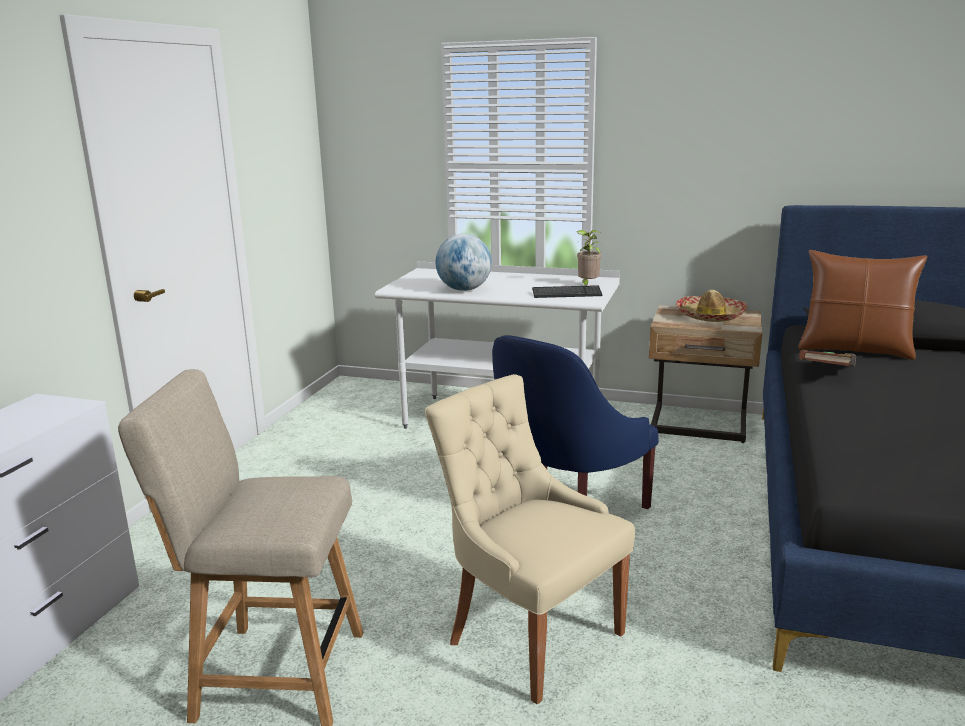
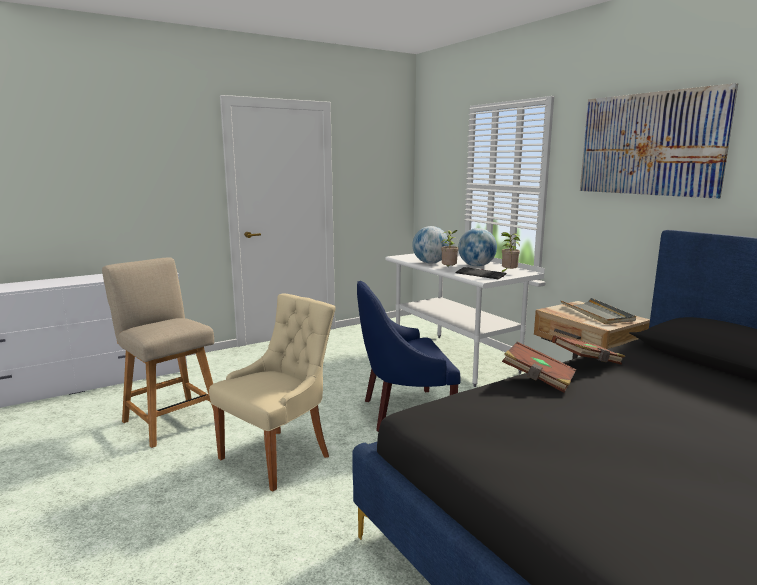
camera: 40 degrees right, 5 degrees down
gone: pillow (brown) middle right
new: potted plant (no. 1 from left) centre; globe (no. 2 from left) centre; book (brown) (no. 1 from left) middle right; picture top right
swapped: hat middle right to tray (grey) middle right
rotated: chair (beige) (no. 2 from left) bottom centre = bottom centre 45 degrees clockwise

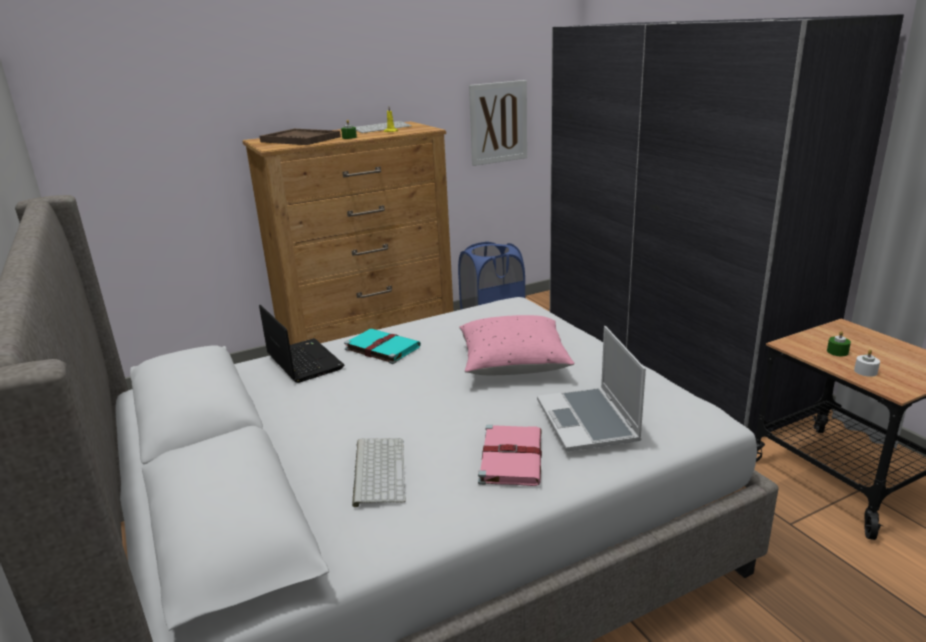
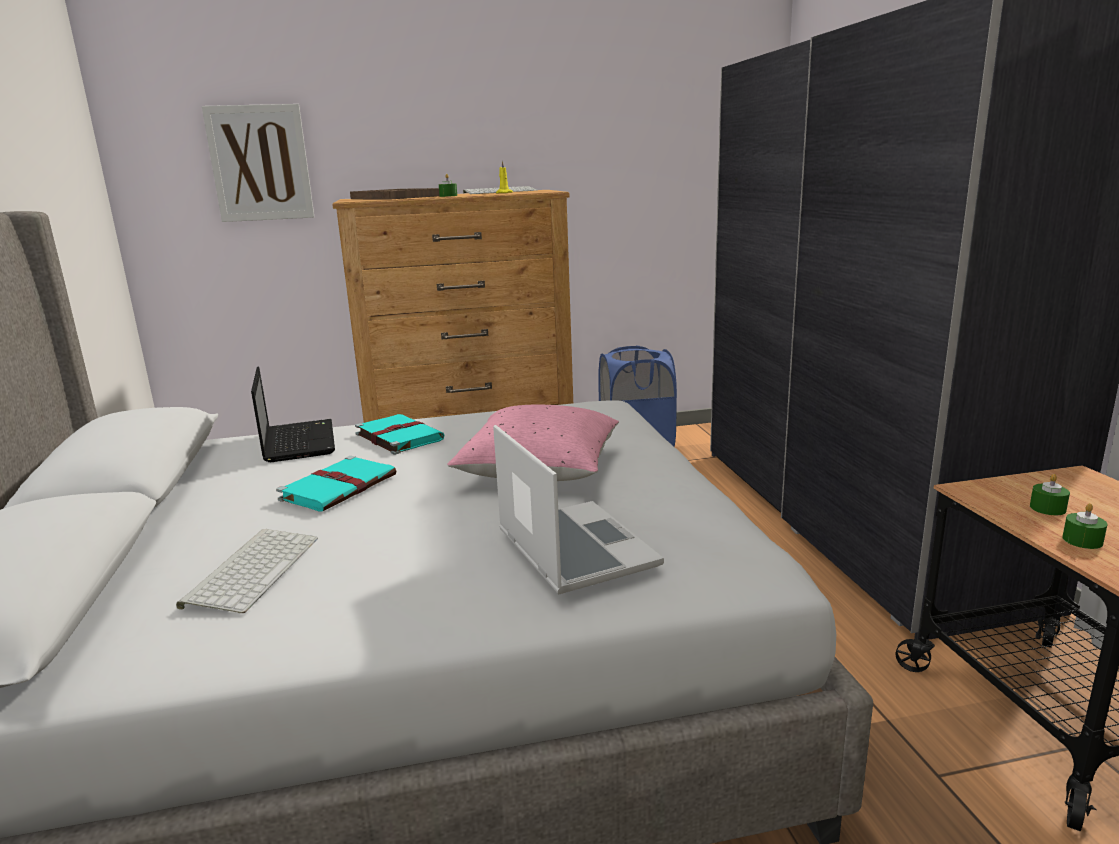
camera: 15 degrees right, 5 degrees down
gone: book (pink) bottom centre
new: book (turquoise) (no. 1 from left) middle left
shifted: picture top centre to top left
repainted: candle (white) middle right to candle (green) (no. 3 from left) middle right
rotated: laptop (no. 2 from left) centre = centre 150 degrees clockwise

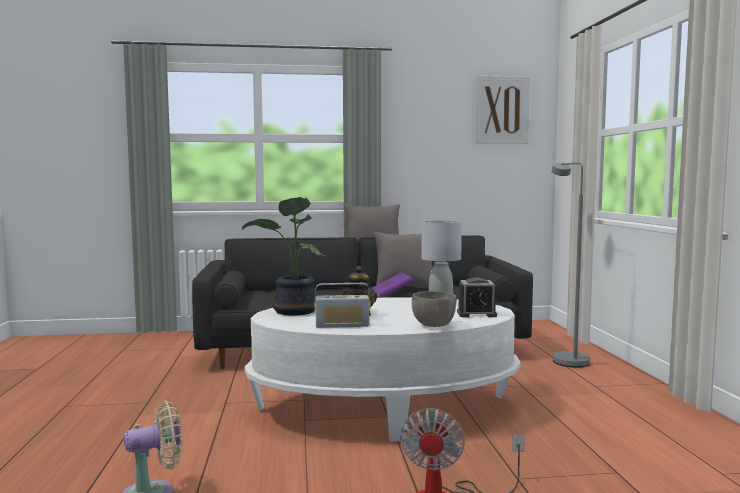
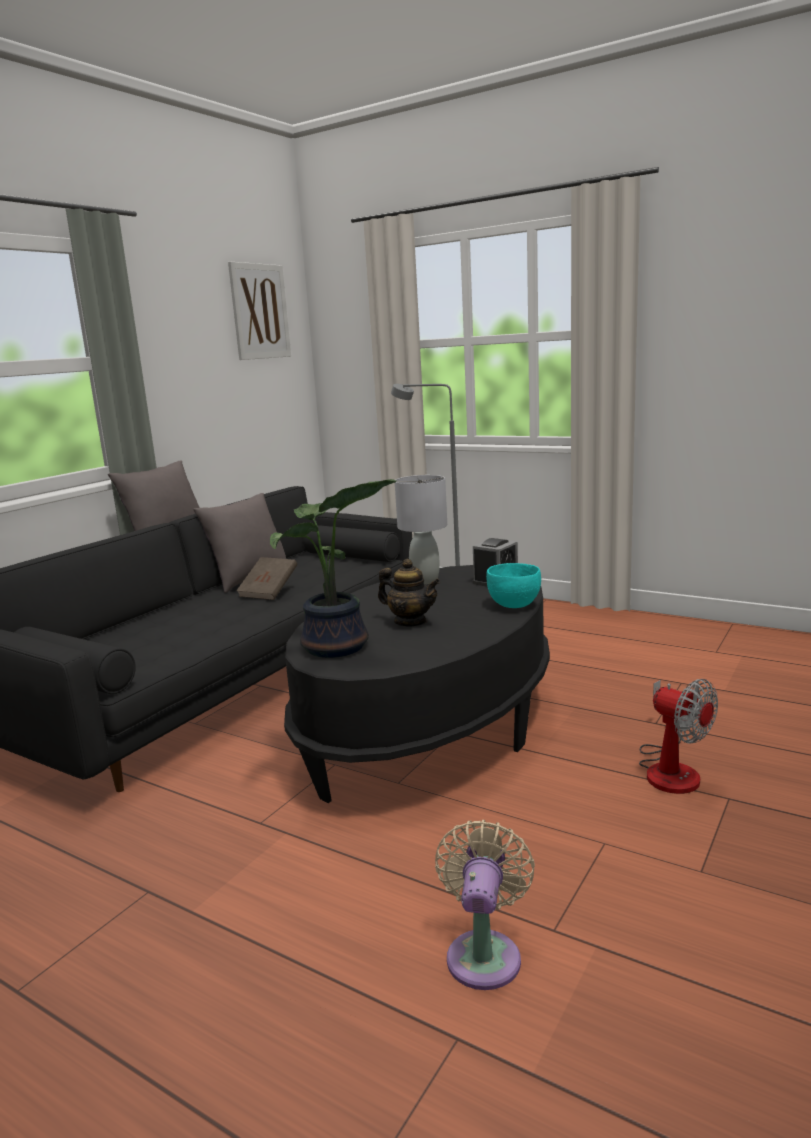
camera: 50 degrees left, 10 degrees up
gone: radio centre
repainted: coffee table (white) bottom centre to coffee table (black) centre; book (purple) centre to book (brown) middle left; bowl (grey) centre to bowl (turquoise) centre

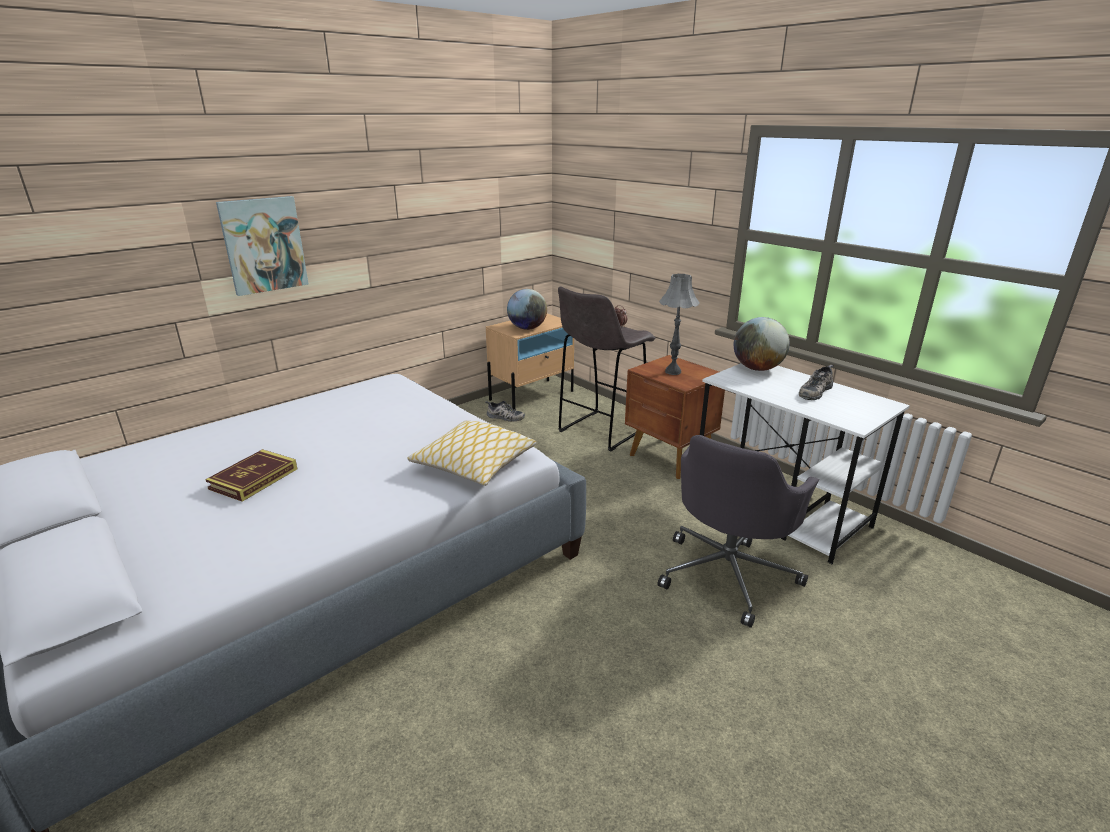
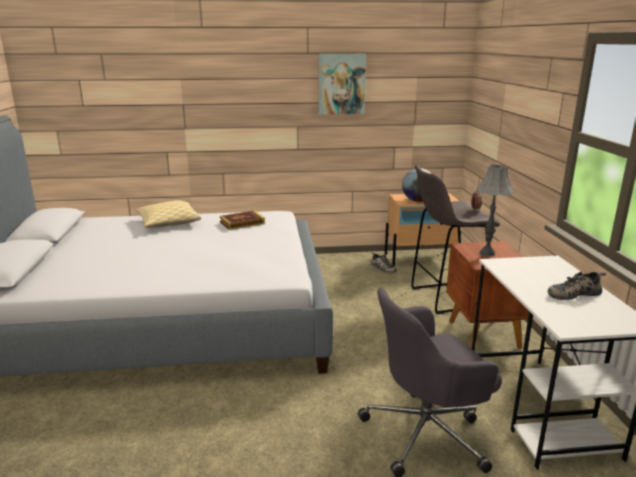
camera: 35 degrees right, 5 degrees down
gone: globe (no. 2 from left) middle right
shifted: book middle left to centre; picture top left to top centre; pillow centre to middle left

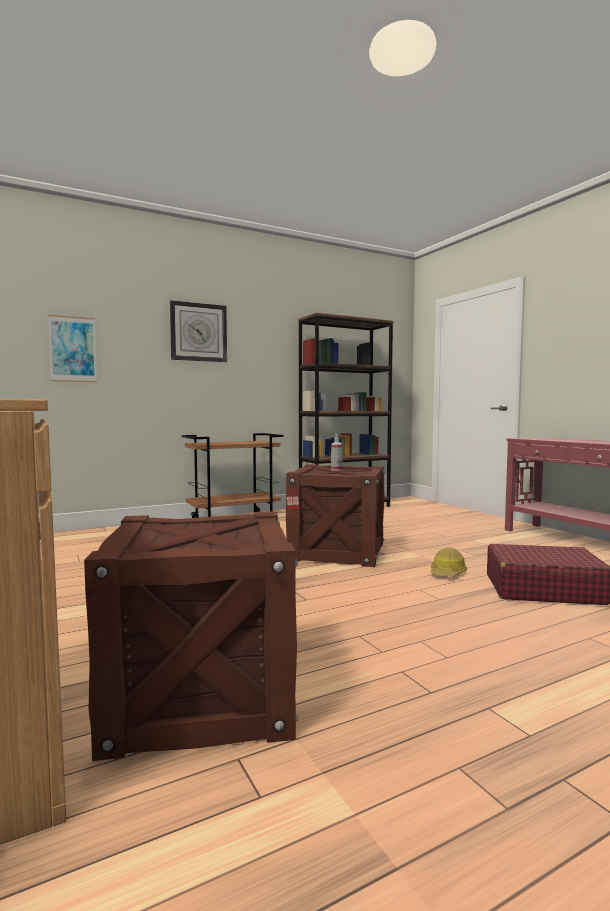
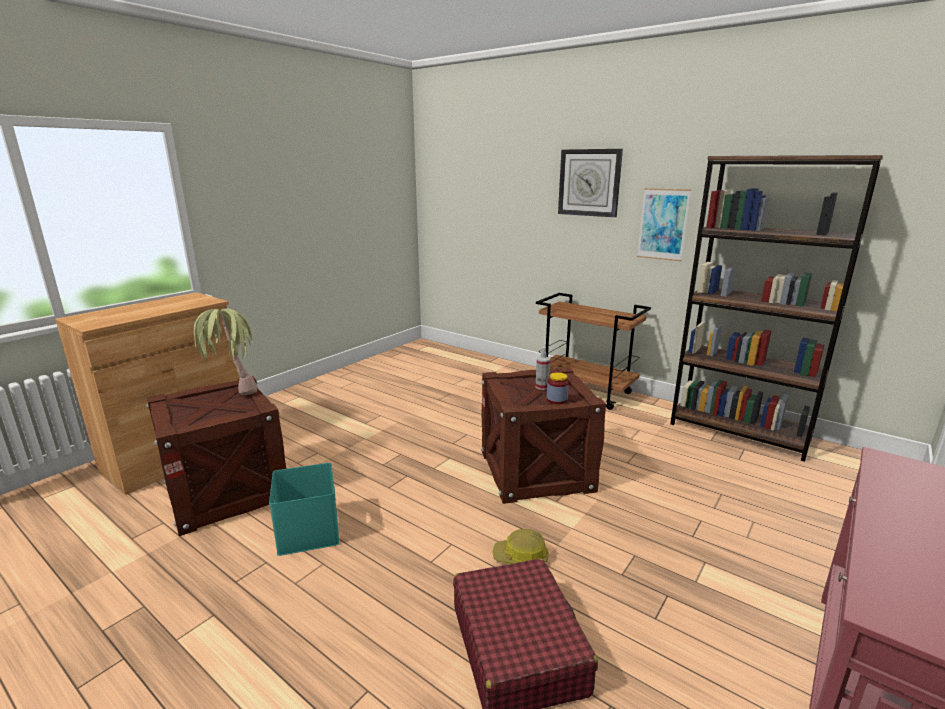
camera: 65 degrees right, 15 degrees up
new: potted plant middle left; storage box (turquoise) bottom left; jar centre
shifted: picture middle left to top right

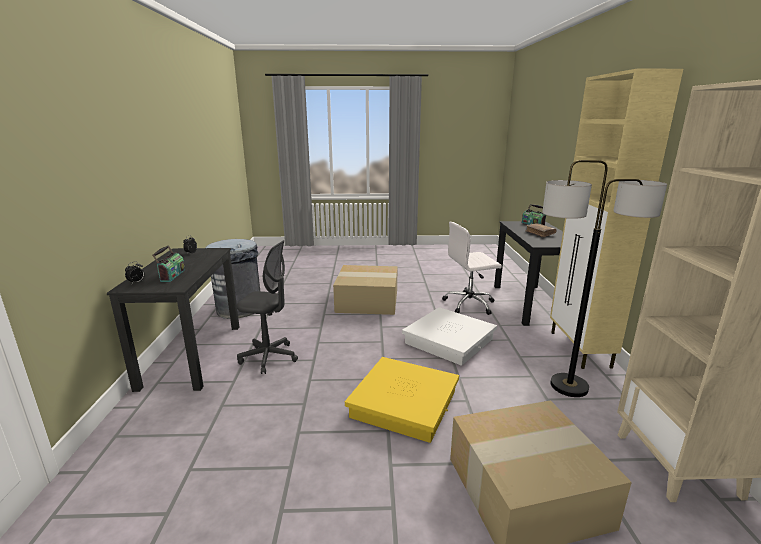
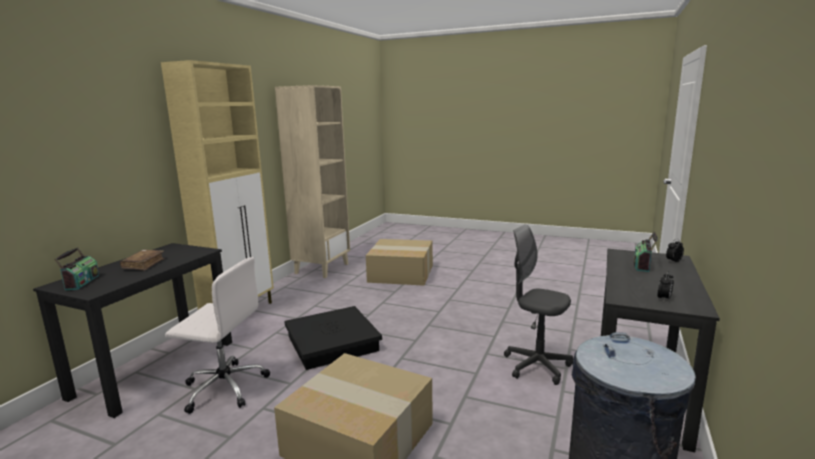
camera: 155 degrees left, 5 degrees down
gone: storage box (yellow) bottom centre; floor lamp middle right
repainted: storage box (white) centre to storage box (black) bottom centre

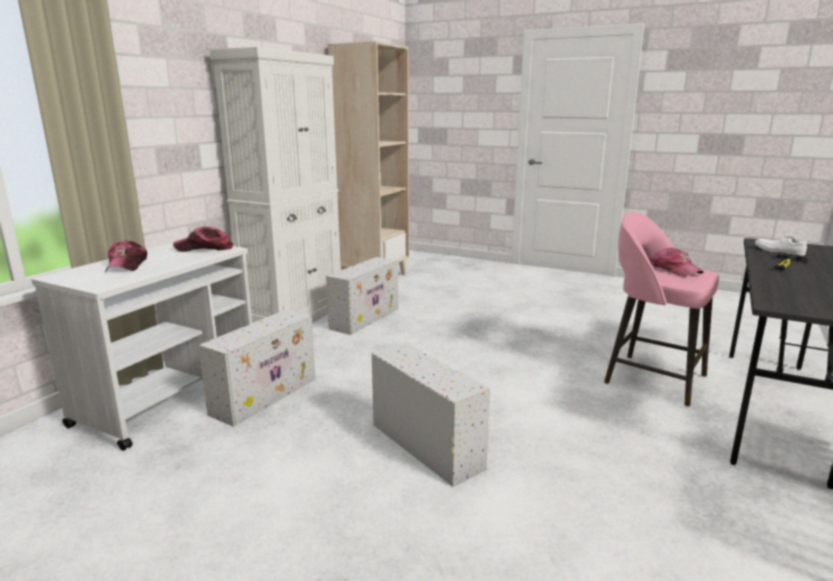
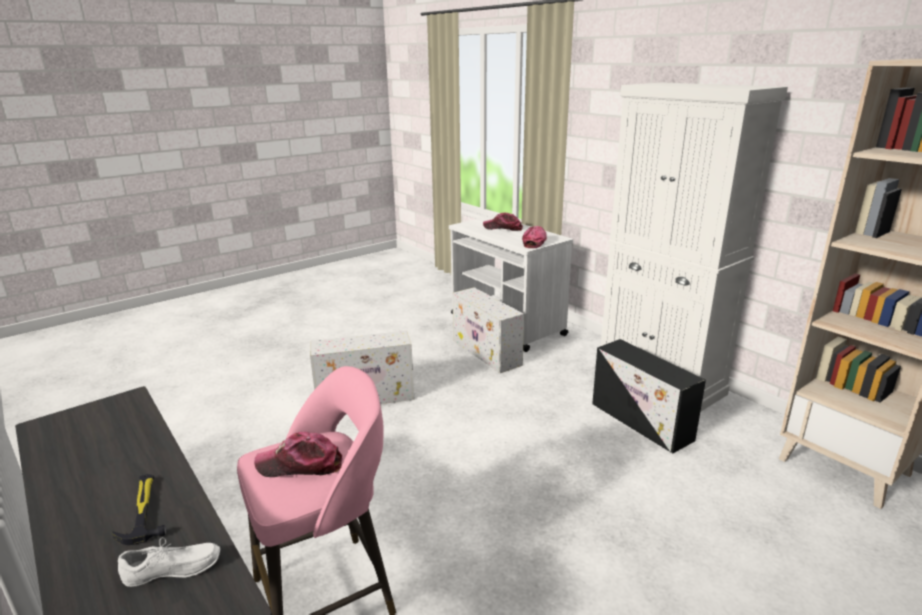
camera: 115 degrees right, 5 degrees up
repainted: storage box (white) (no. 2 from left) centre to storage box (black) middle right

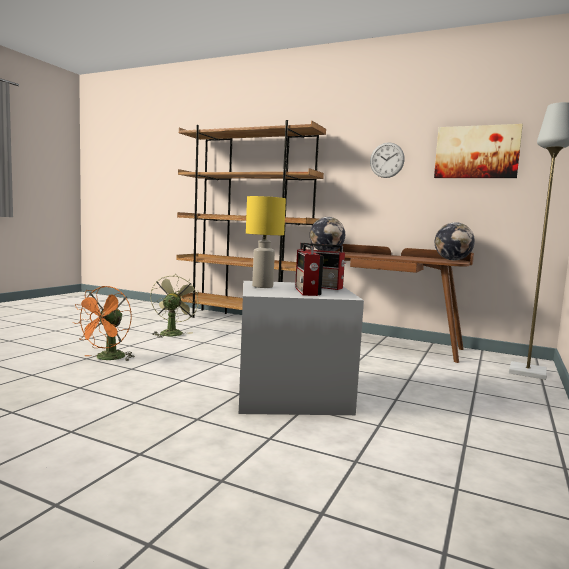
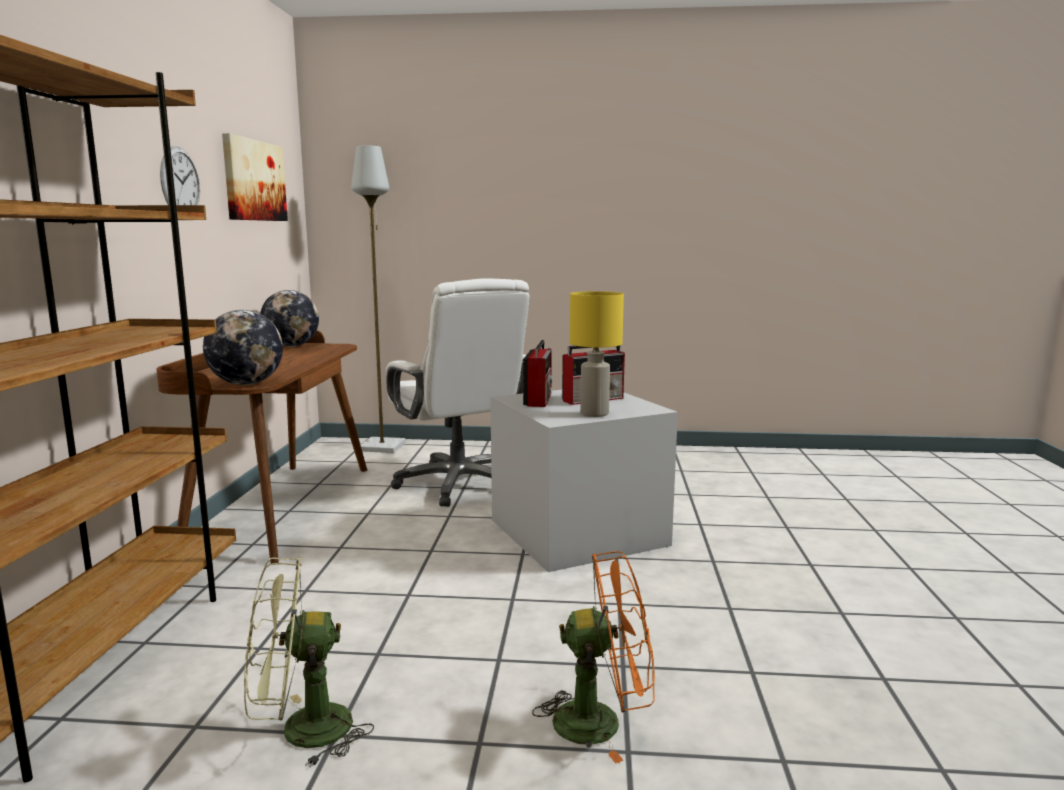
camera: 110 degrees left, 5 degrees up
new: office chair (white) centre

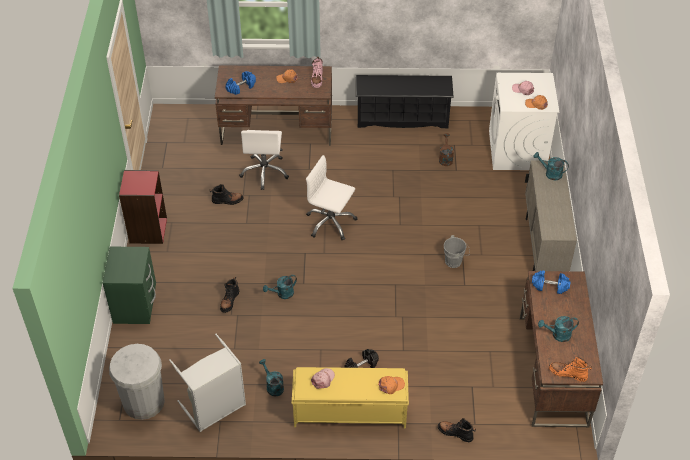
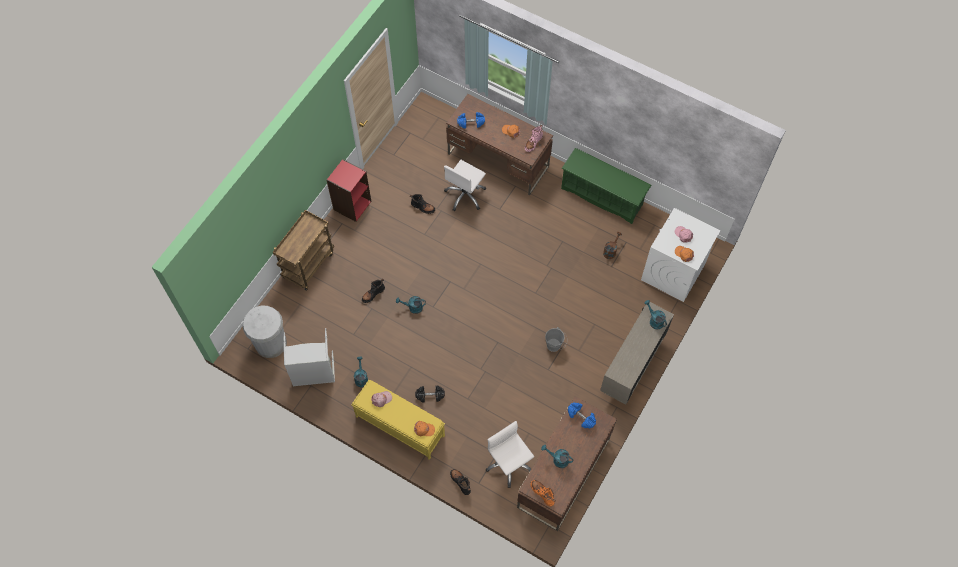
camera: 30 degrees right, 15 degrees up
shifted: office chair (white) (no. 2 from left) centre to bottom centre
swapped: nightstand (green) middle left to cart (brown) middle left
repainted: shoe rack (black) top centre to shoe rack (green) top centre

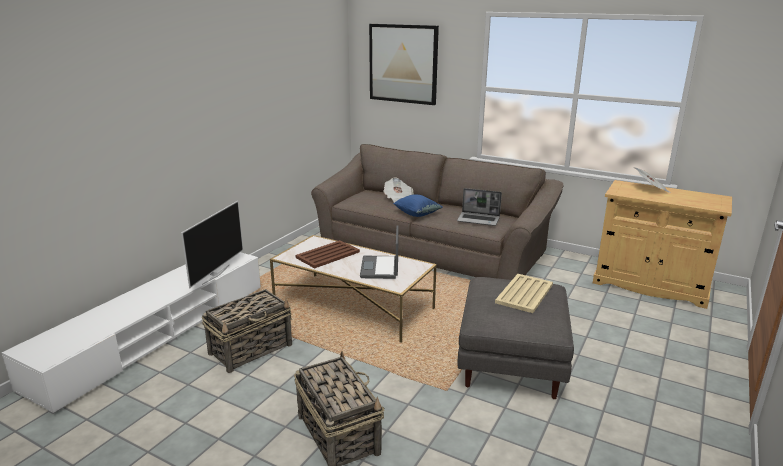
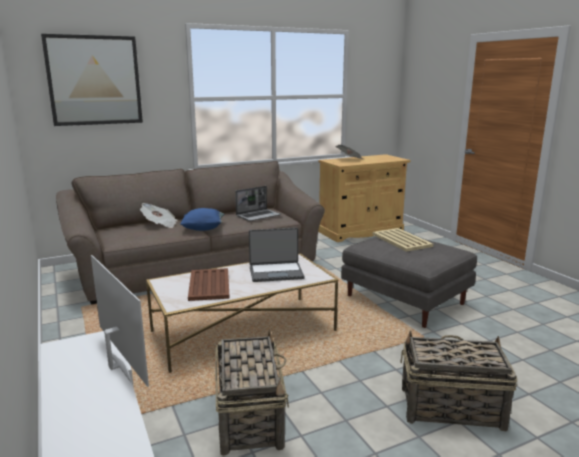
camera: 55 degrees left, 5 degrees down
rotated: laptop (no. 1 from left in the first image) centre = centre 45 degrees counterclockwise

